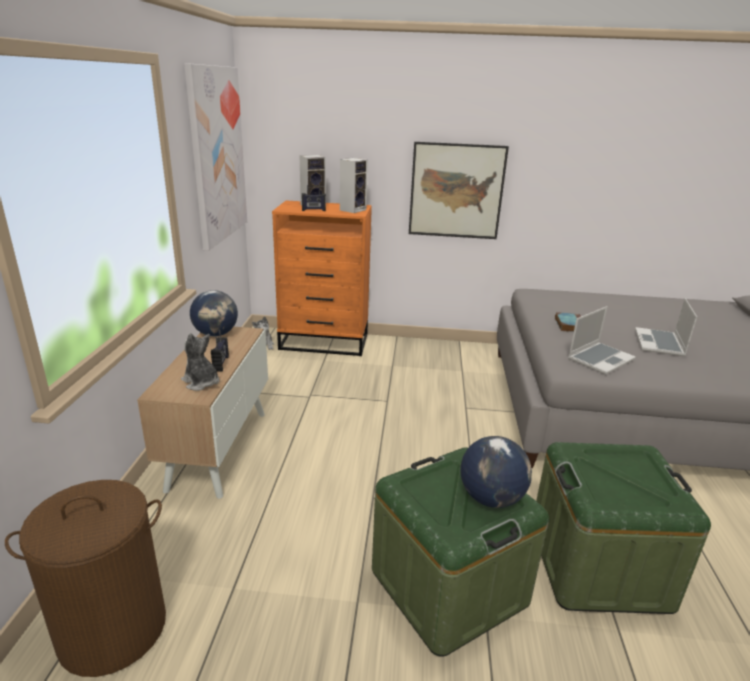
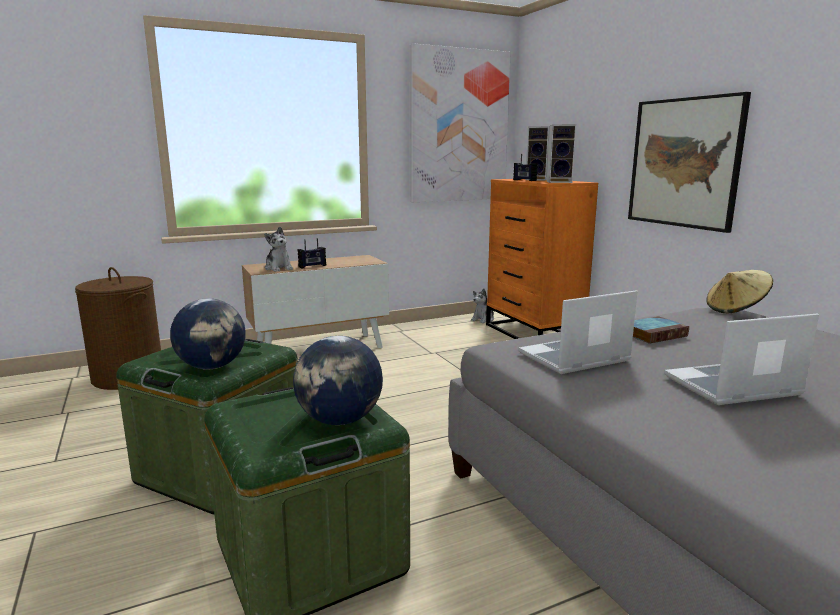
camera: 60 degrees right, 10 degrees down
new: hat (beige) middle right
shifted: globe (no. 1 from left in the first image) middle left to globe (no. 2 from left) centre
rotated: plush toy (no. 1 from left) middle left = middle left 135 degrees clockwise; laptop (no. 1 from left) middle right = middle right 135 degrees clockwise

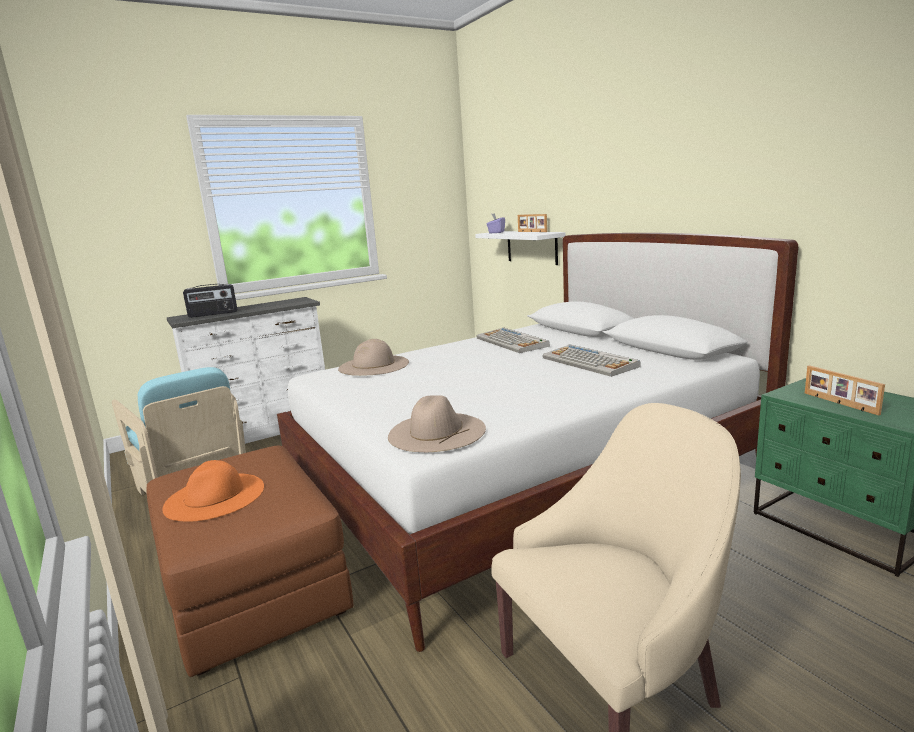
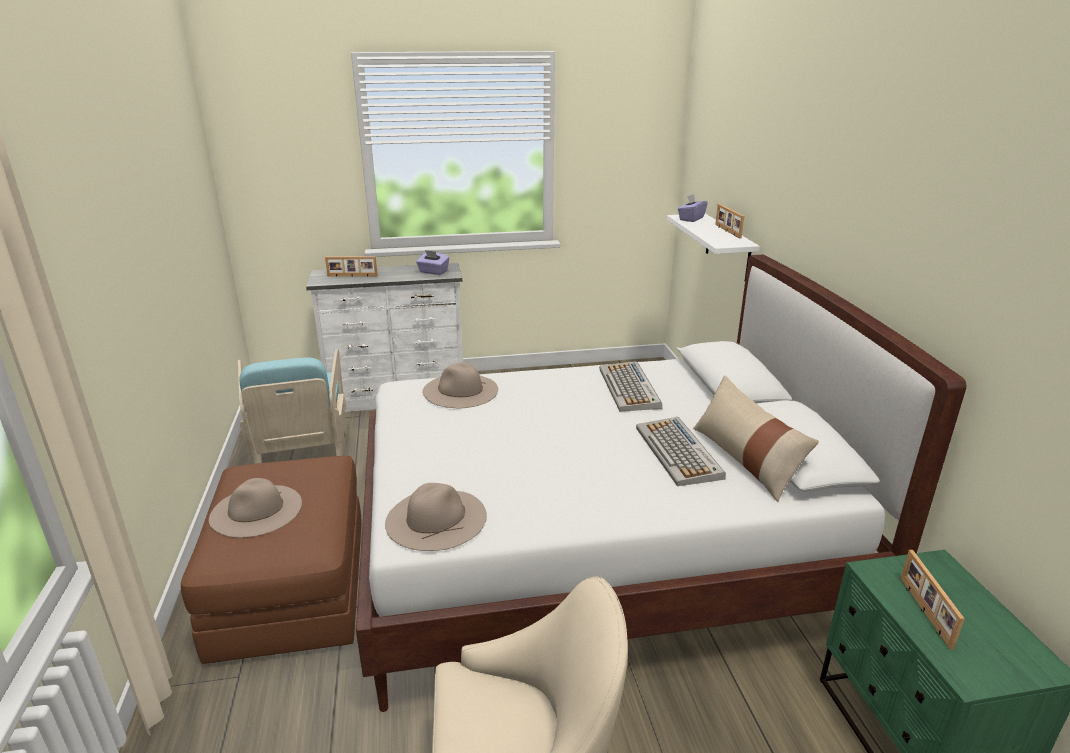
camera: 20 degrees right, 10 degrees up
new: tissue box (purple) (no. 1 from left) centre; pillow (beige) middle right
swapped: radio middle left to picture frame (no. 1 from left) middle left
repainted: hat (orange) bottom left to hat (beige) (no. 1 from left) bottom left

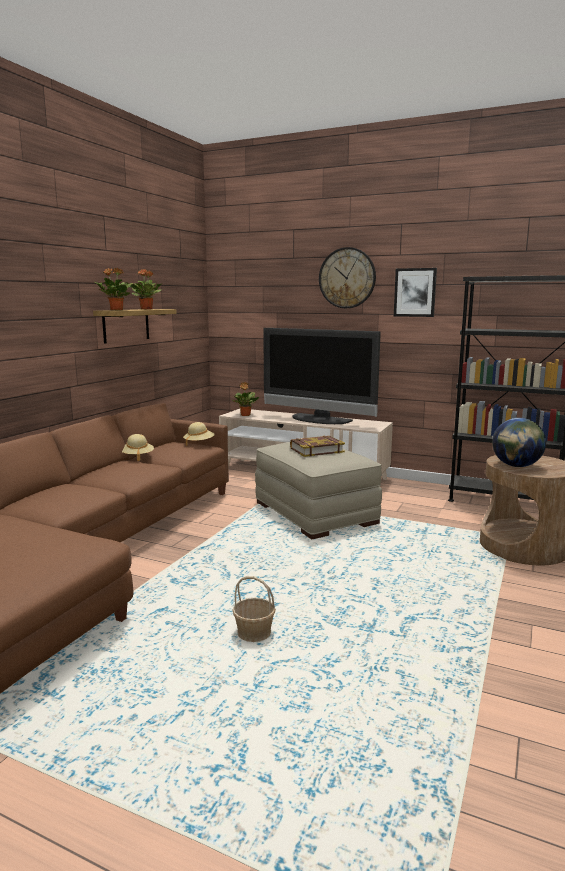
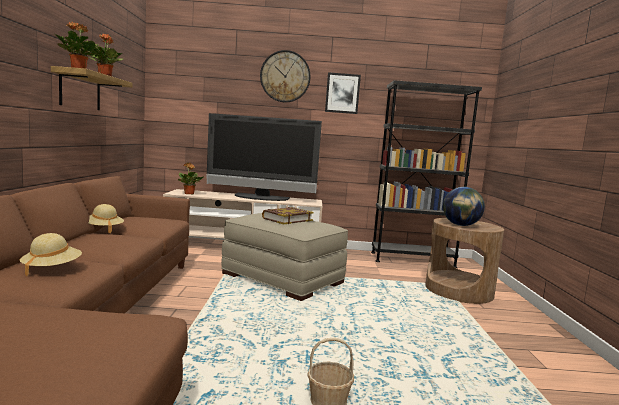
camera: 25 degrees left, 5 degrees down
shifted: hat (beige) (no. 2 from left in the first image) centre to hat (beige) (no. 1 from left) middle left

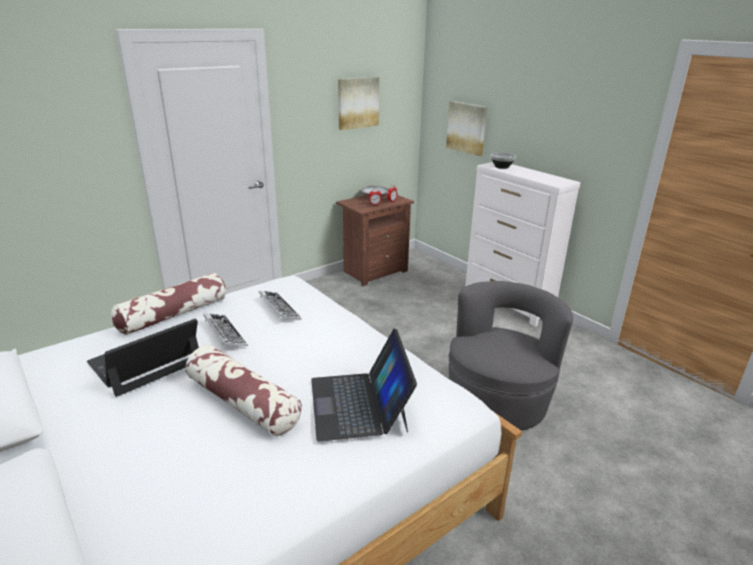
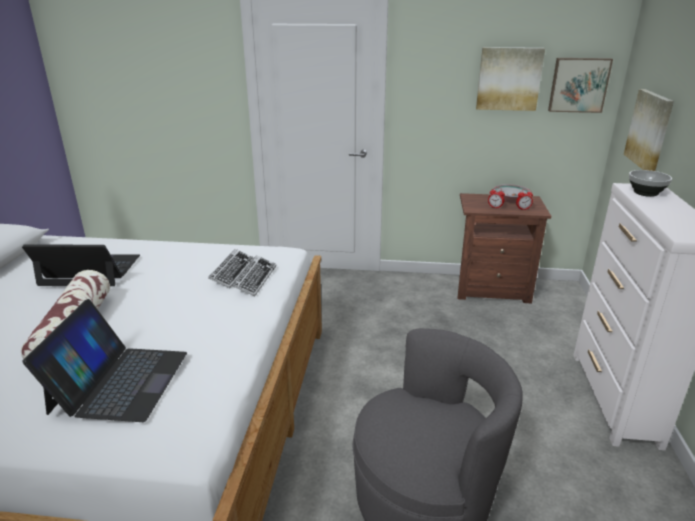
camera: 45 degrees right, 0 degrees up
gone: pillow (no. 1 from left) middle left
new: picture (no. 2 from left) top right
shifted: keyboard (no. 1 from left in the first image) middle left to keyboard (no. 2 from left) centre
rotated: laptop (no. 2 from left) bottom centre = bottom left 150 degrees clockwise

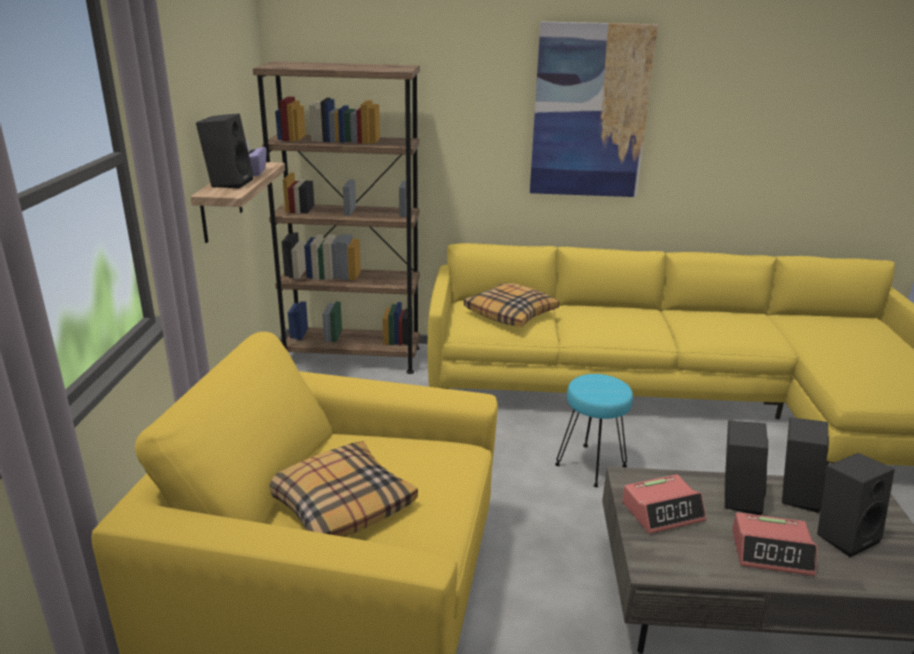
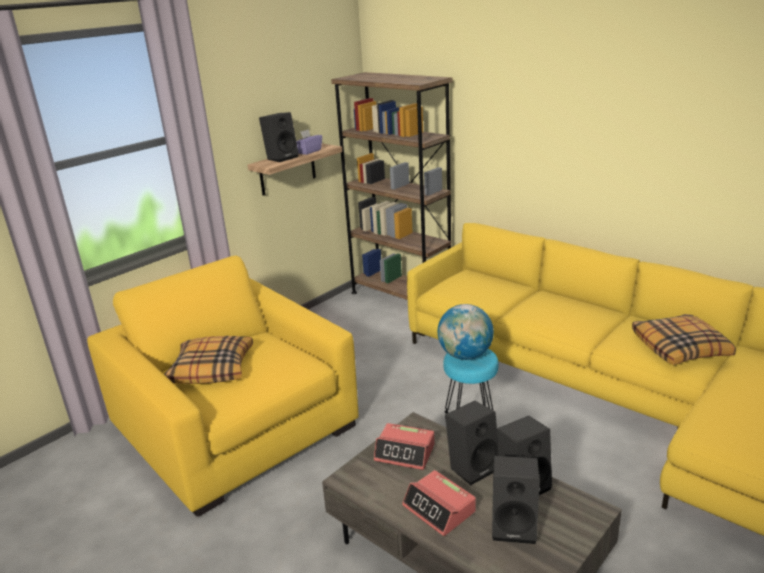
camera: 40 degrees right, 0 degrees up
gone: picture top centre
new: globe centre
shifted: pillow (no. 2 from left) centre to middle right

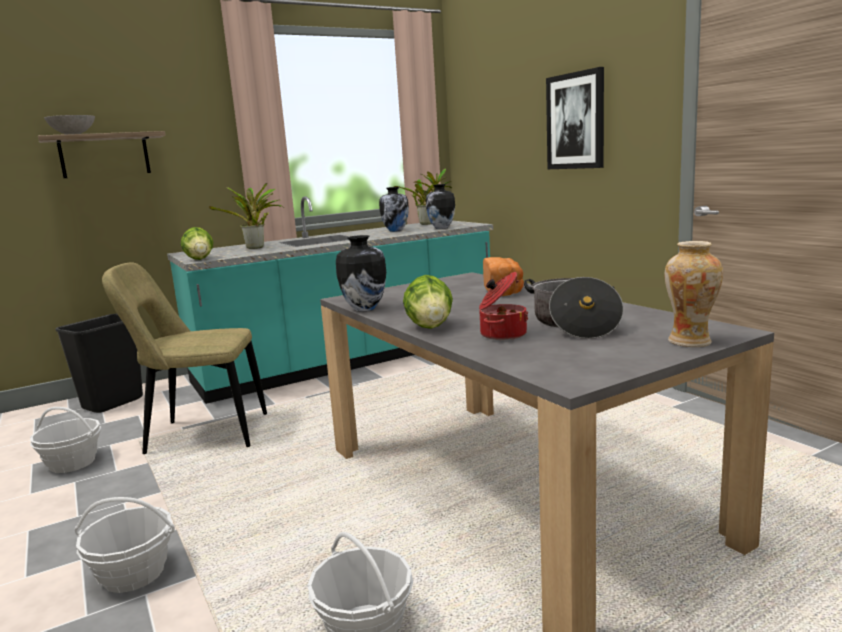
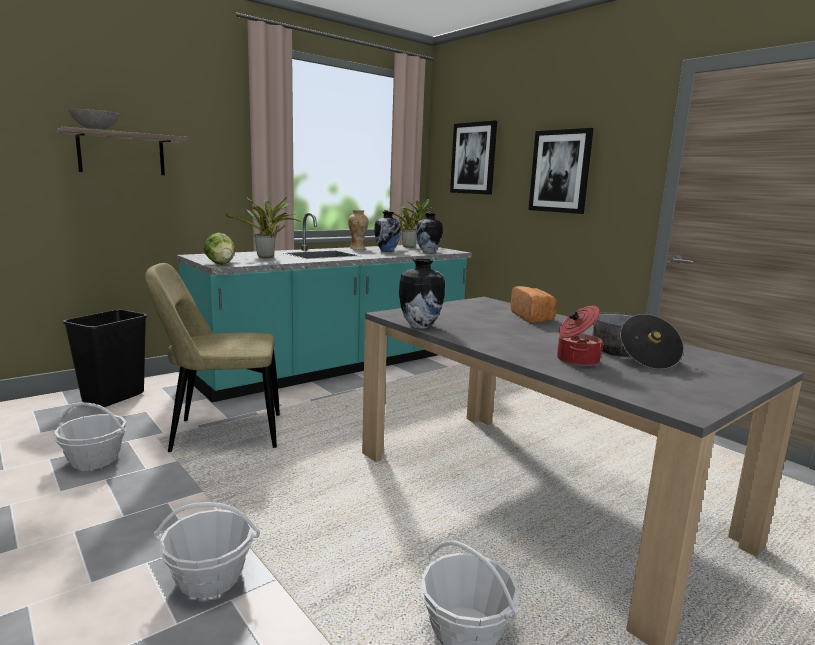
camera: 10 degrees left, 0 degrees up
gone: lettuce (no. 2 from left) centre
new: picture (no. 1 from left) top centre
shifted: vase (no. 4 from left in the first image) middle right to vase (no. 1 from left) centre

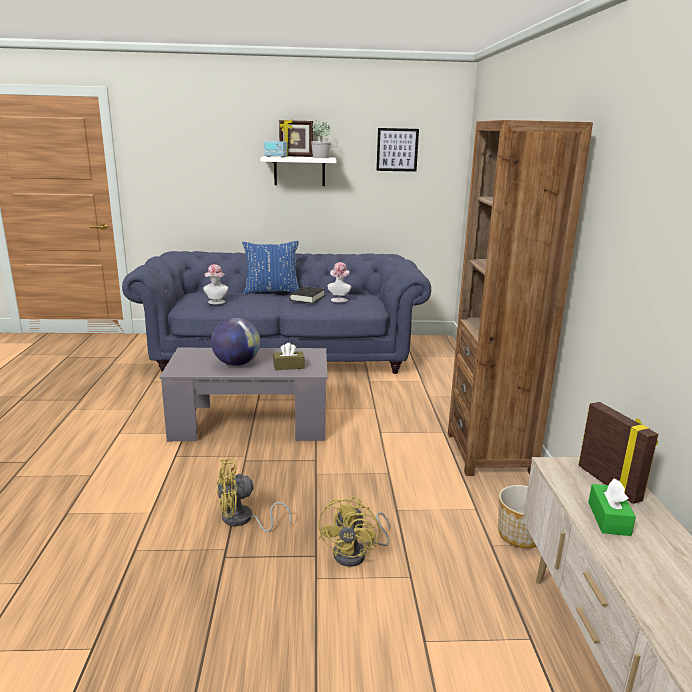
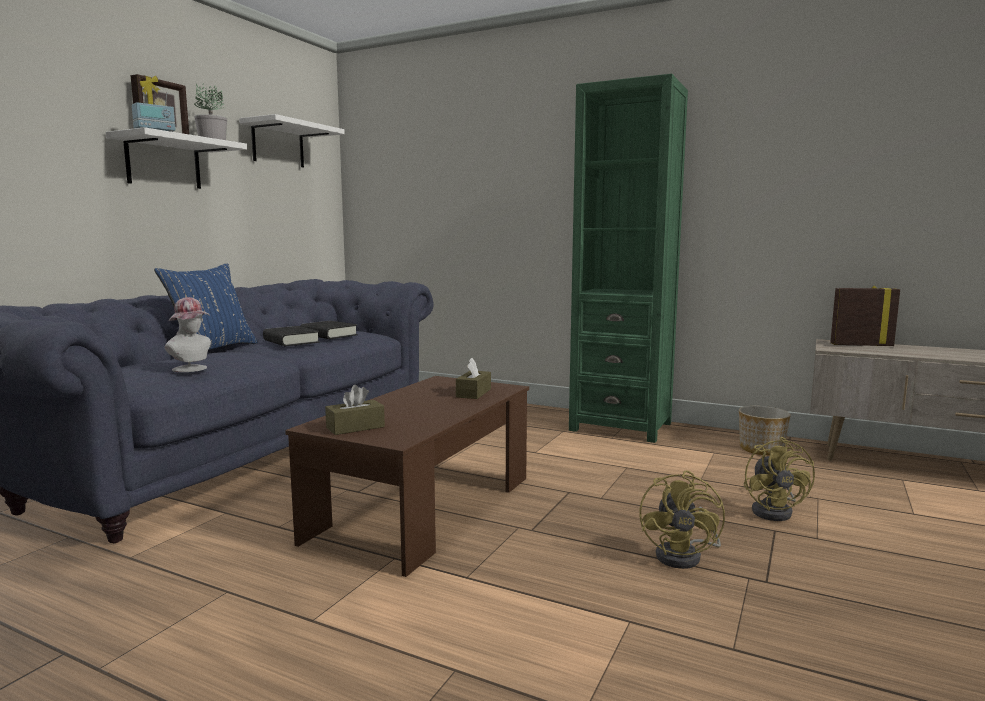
camera: 60 degrees left, 10 degrees down
gone: globe centre; tissue box (green) bottom right
new: tissue box (brown) (no. 1 from left) centre
swapped: hat (no. 2 from left) centre to book (black) (no. 2 from left) centre; picture top centre to shelf (white) (no. 2 from left) top left
repainted: coffee table (grey) centre to coffee table (brown) bottom centre; bookcase (brown) middle right to bookcase (green) centre
rotated: fan (yellow) (no. 2 from left) bottom centre = bottom right 45 degrees clockwise

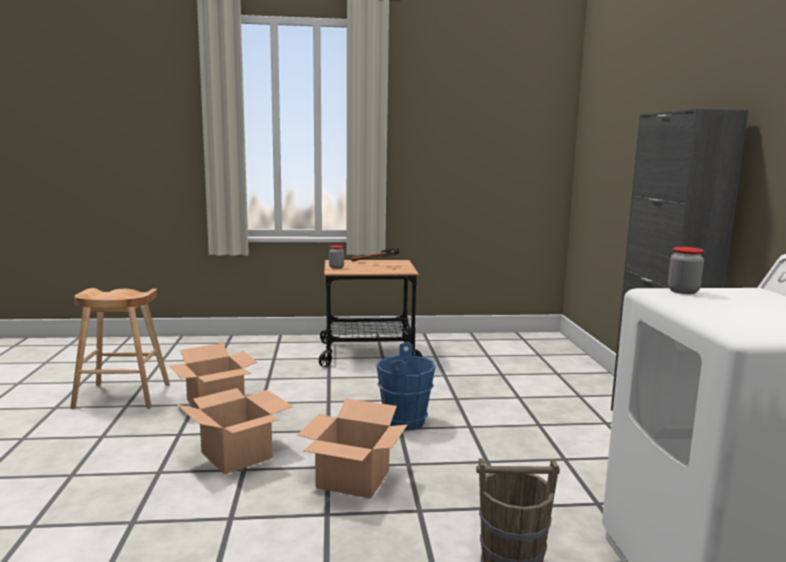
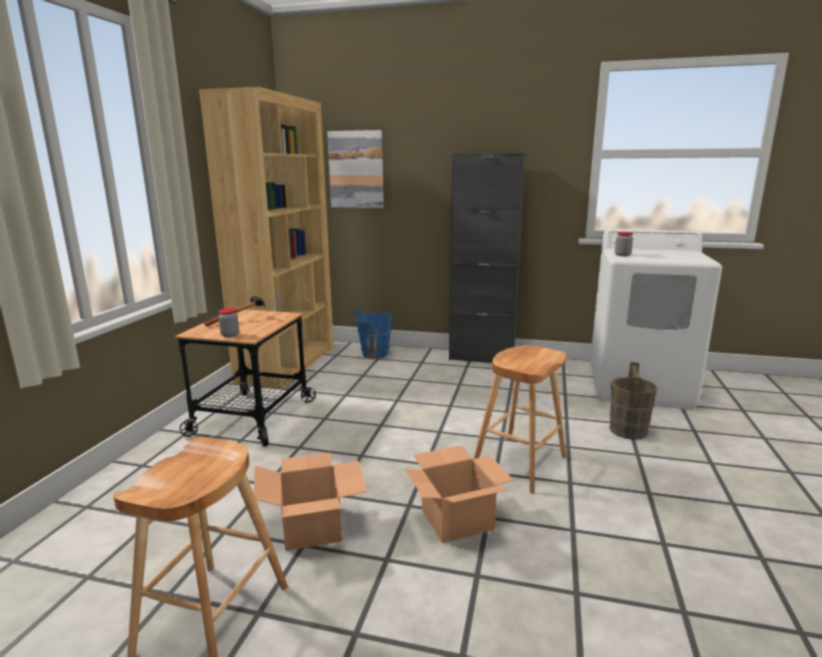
camera: 70 degrees left, 5 degrees up
new: bookcase (brown) middle left; picture top centre
shifted: bucket (blue) bottom centre to centre
swapped: cardboard box (no. 3 from left) bottom centre to stool (brown) (no. 2 from left) centre

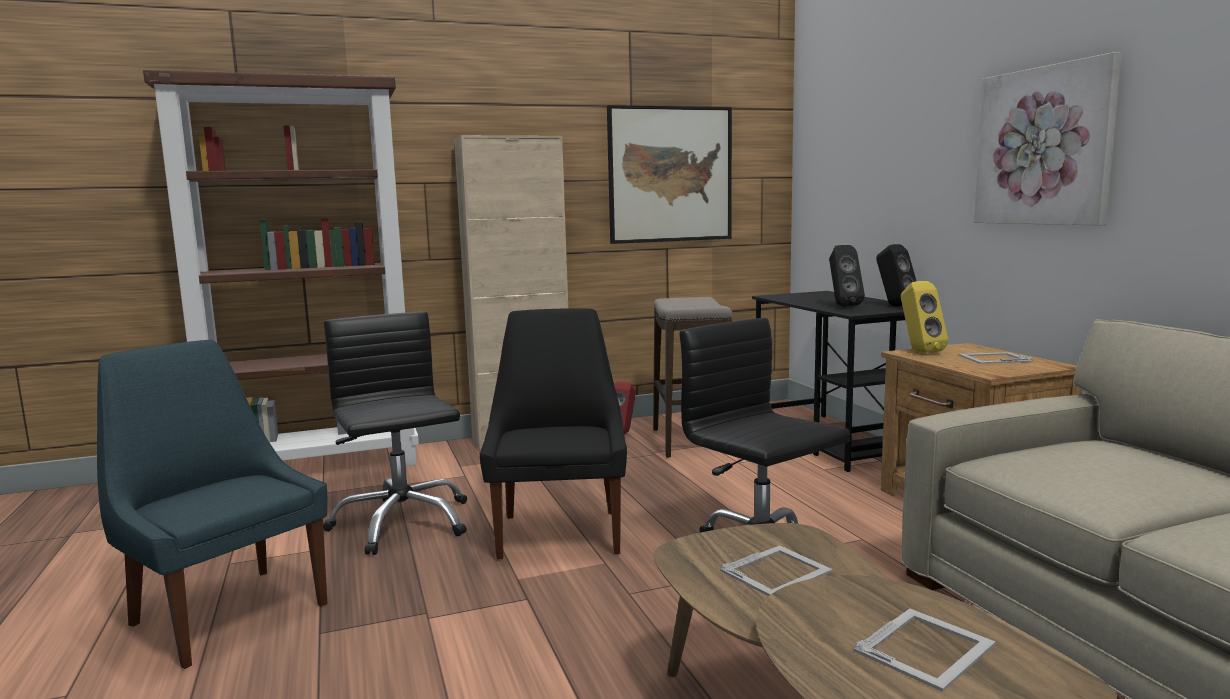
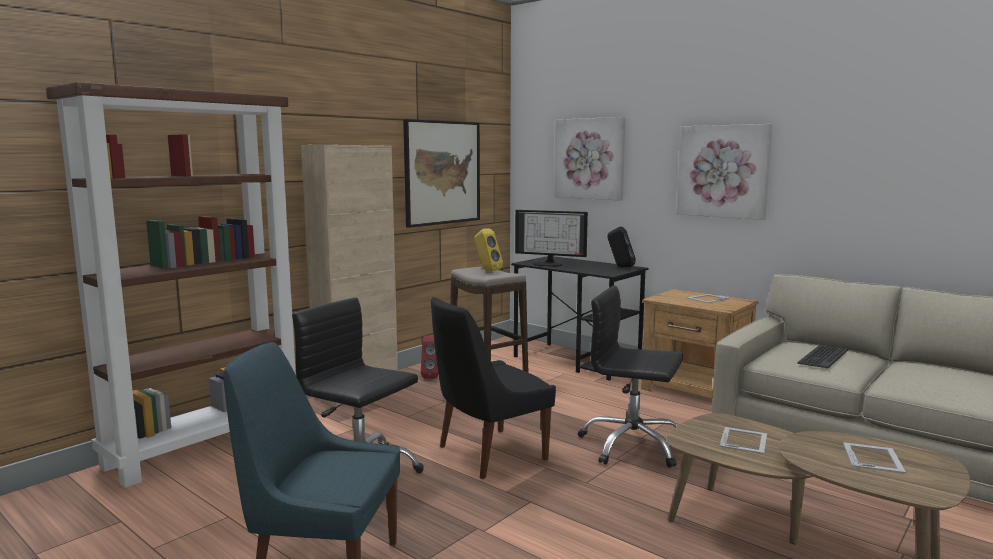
camera: 30 degrees left, 0 degrees up
gone: speaker (black) (no. 1 from left) middle right
new: monitor centre; picture (no. 2 from left) top centre; keyboard middle right
shifted: speaker (yellow) middle right to centre
rotated: chair (black) centre = bottom centre 90 degrees counterclockwise

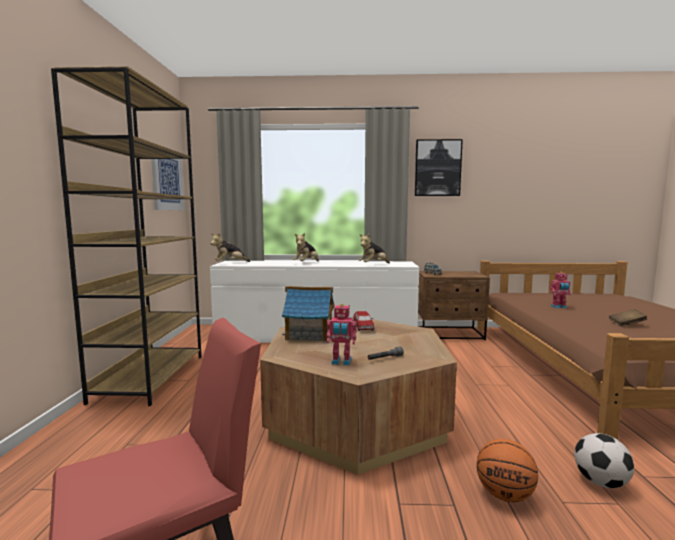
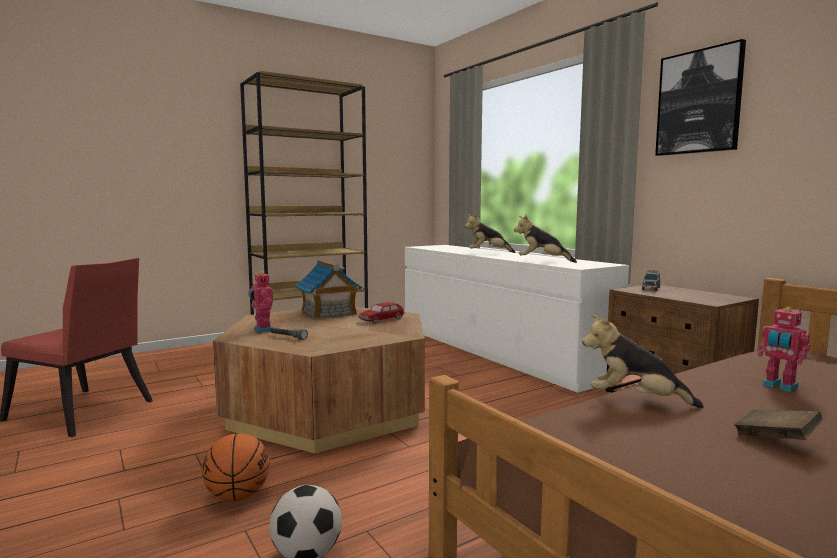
camera: 55 degrees right, 0 degrees up
gone: picture (no. 1 from left) middle left
shifted: plush toy (no. 1 from left in the first image) centre to plush toy (no. 3 from left) middle right

